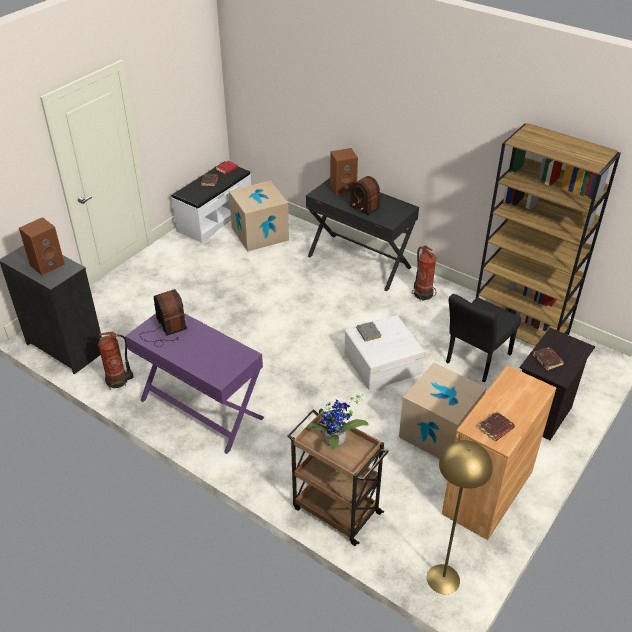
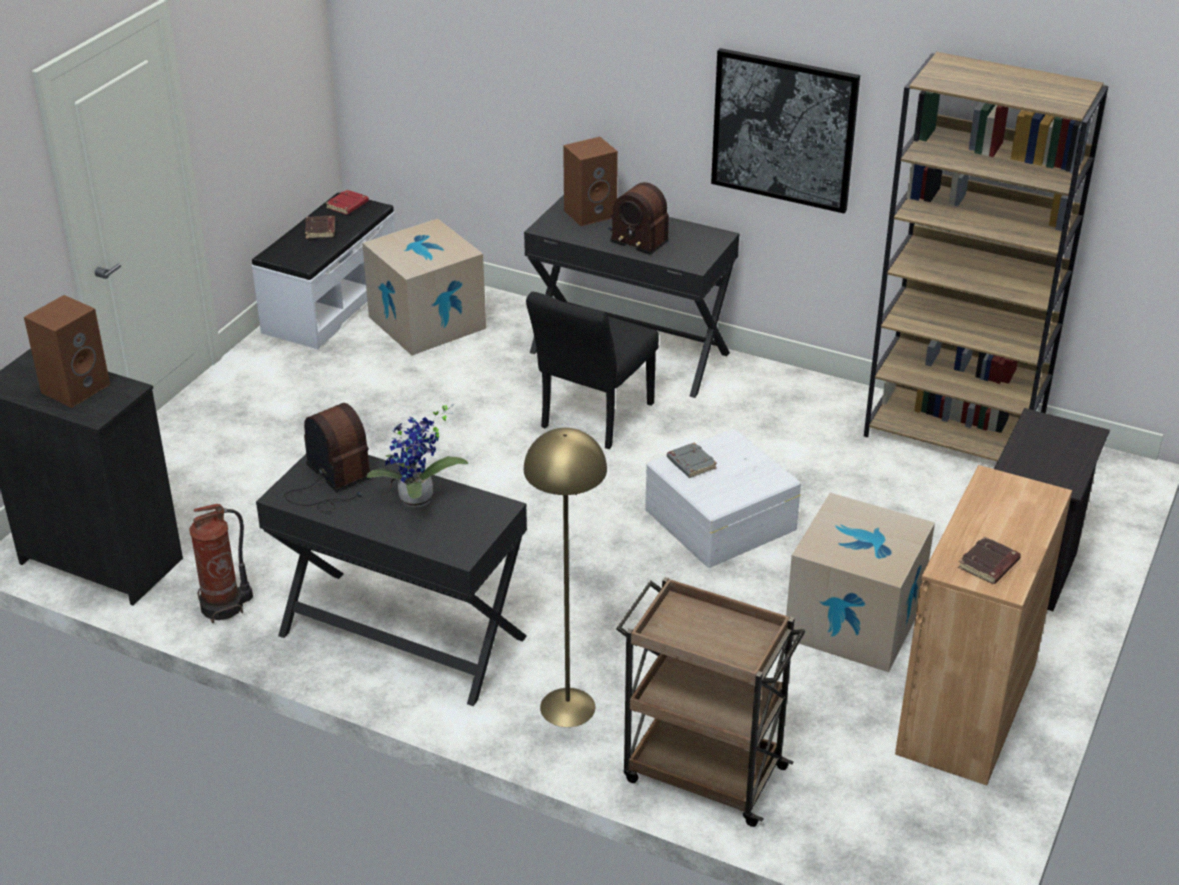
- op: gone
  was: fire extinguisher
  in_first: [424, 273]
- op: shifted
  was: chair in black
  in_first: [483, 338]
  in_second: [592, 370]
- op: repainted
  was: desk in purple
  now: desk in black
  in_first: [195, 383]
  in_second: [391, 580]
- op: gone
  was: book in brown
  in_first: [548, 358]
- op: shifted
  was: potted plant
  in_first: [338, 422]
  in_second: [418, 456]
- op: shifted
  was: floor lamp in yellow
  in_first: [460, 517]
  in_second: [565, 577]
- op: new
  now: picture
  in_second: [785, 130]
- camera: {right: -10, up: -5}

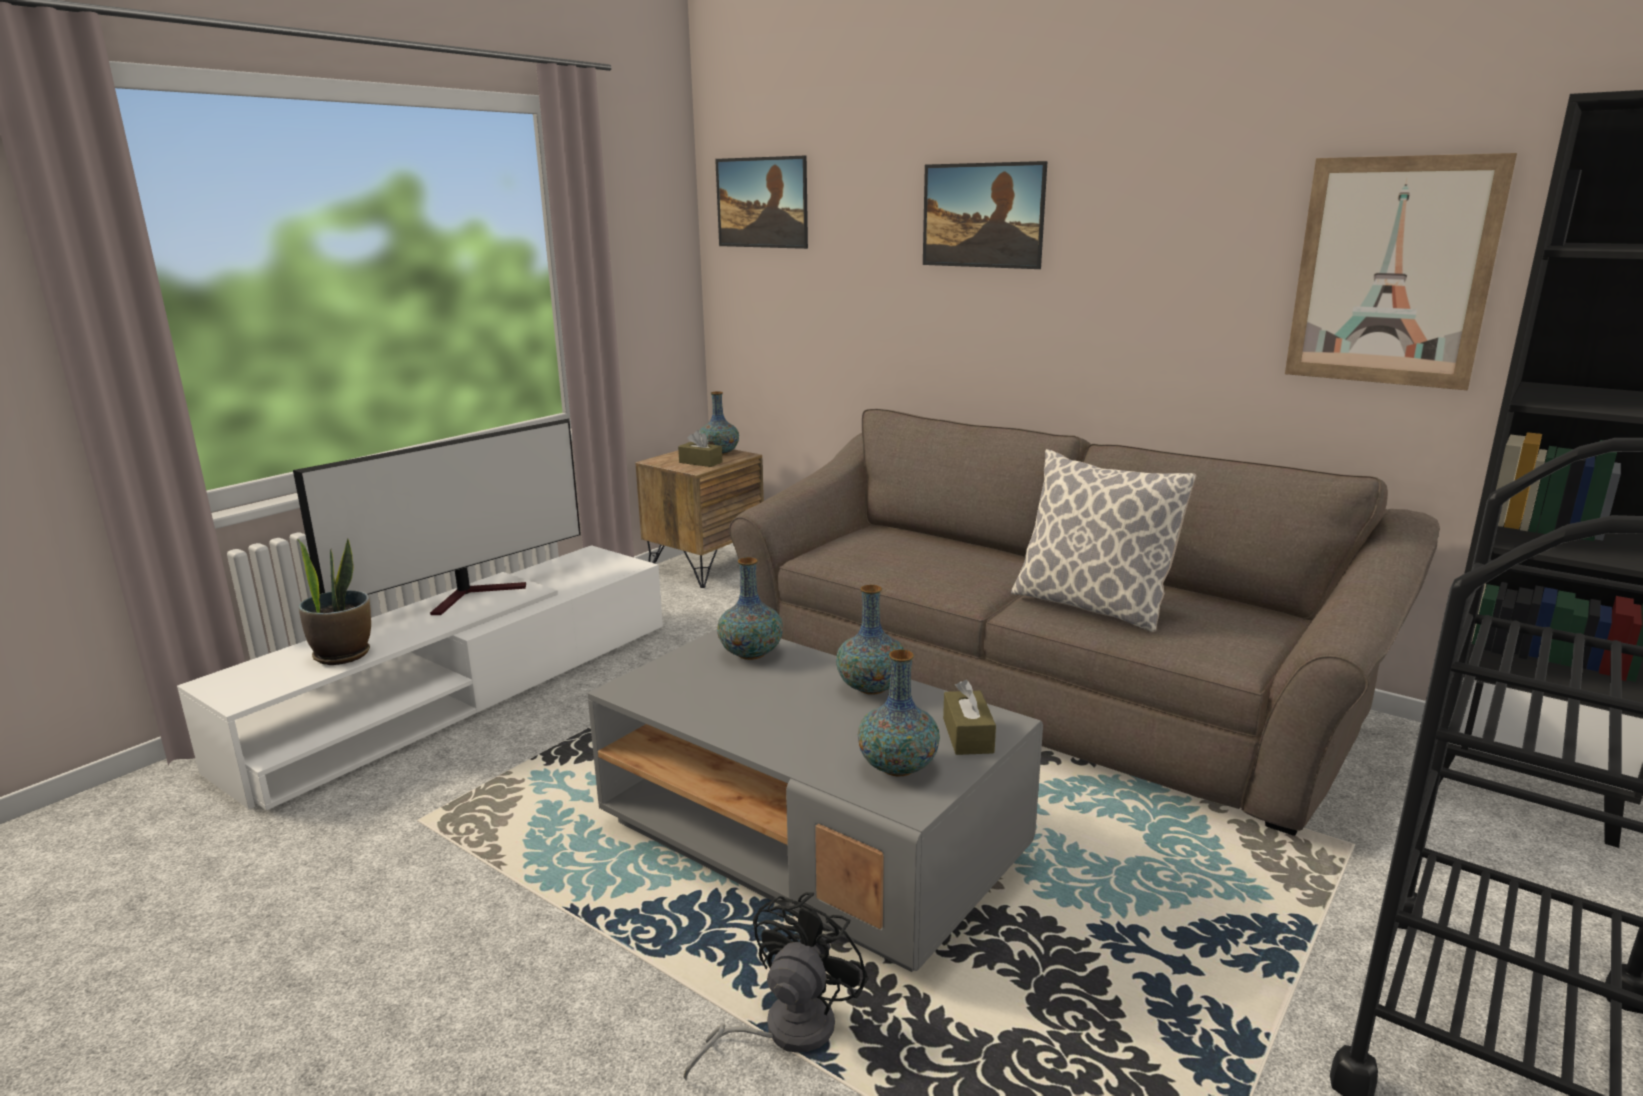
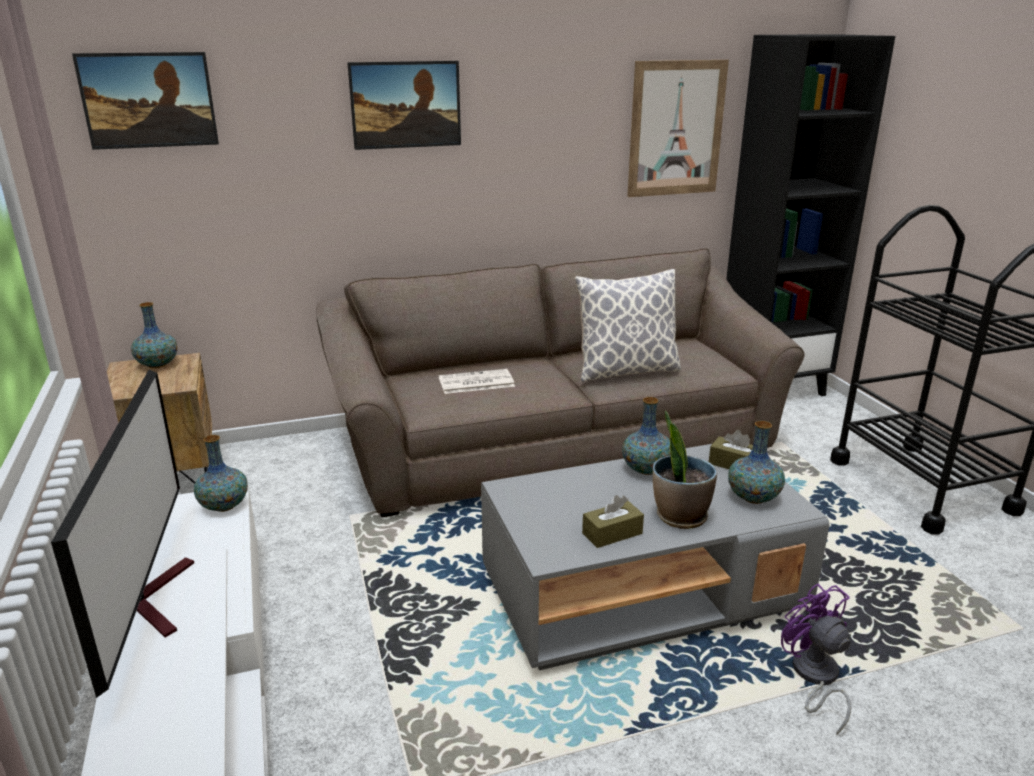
- op: shifted
  was: tissue box in brown
  in_first: [700, 448]
  in_second: [613, 521]
- op: shifted
  was: potted plant
  in_first: [334, 601]
  in_second: [685, 469]
- op: shifted
  was: vase
  in_first: [750, 608]
  in_second: [221, 473]
- op: repainted
  was: fan in black
  now: fan in purple
  in_first: [776, 986]
  in_second: [816, 659]
- op: new
  now: newspaper
  in_second: [477, 381]
- camera: {right: -55, up: 5}

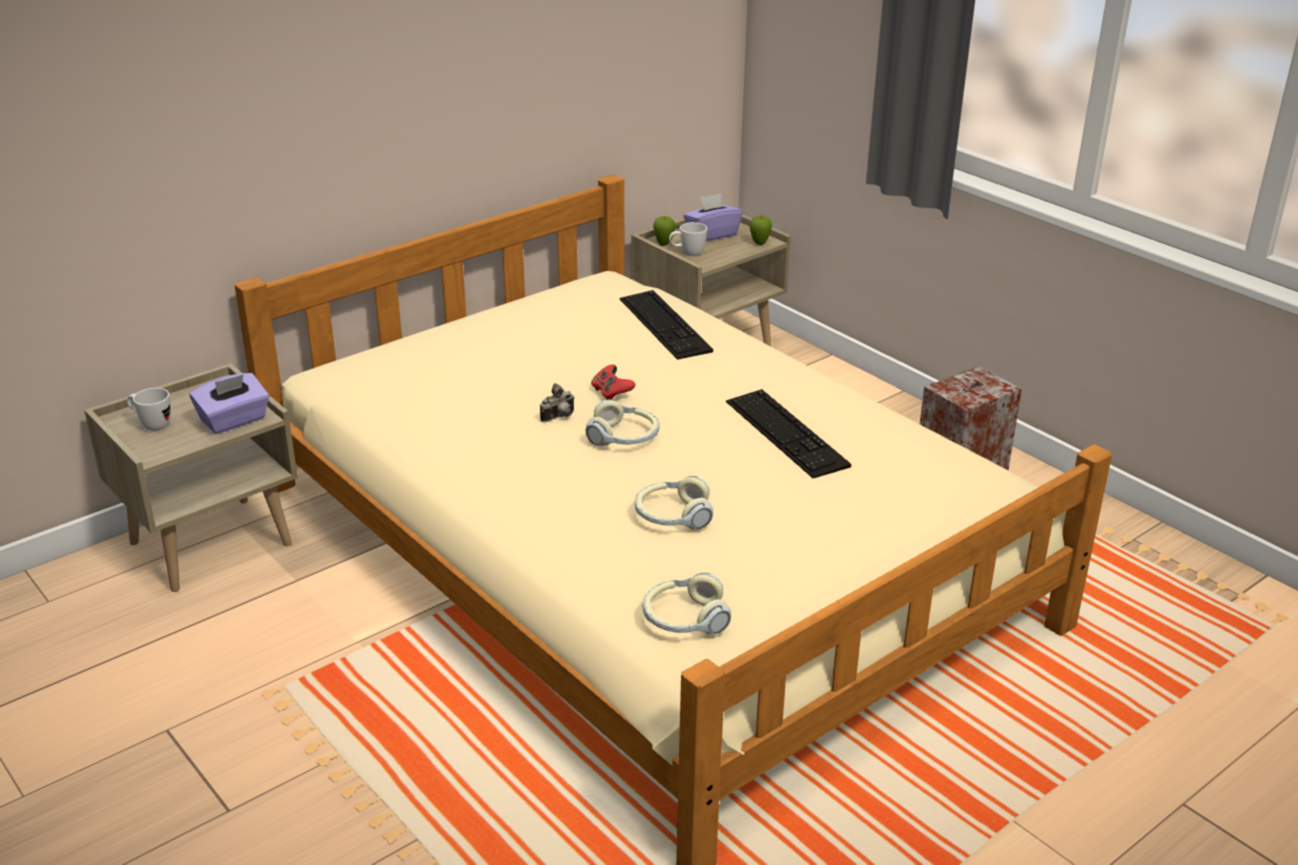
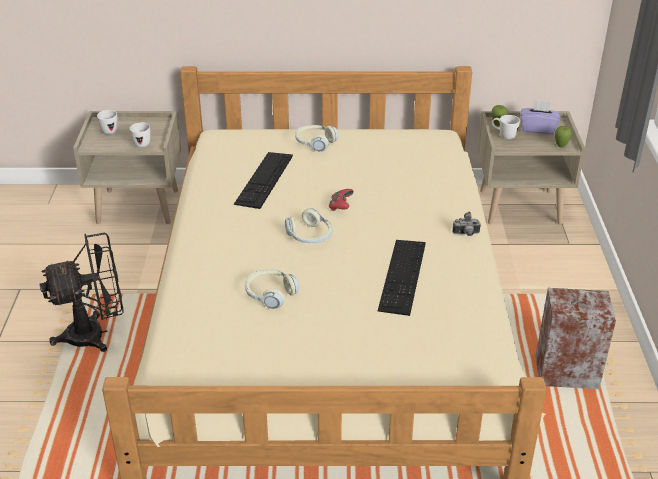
- op: shifted
  was: keyboard
  in_first: [666, 325]
  in_second: [263, 180]
- op: swapped
  was: tissue box in purple
  now: mug in white
  in_first: [229, 403]
  in_second: [140, 135]
- op: shifted
  was: photo camera
  in_first: [557, 402]
  in_second: [466, 223]
- op: shifted
  was: headphones
  in_first: [686, 604]
  in_second: [316, 138]
- op: new
  now: fan in black
  in_second: [82, 292]
- camera: {right: 40, up: 5}

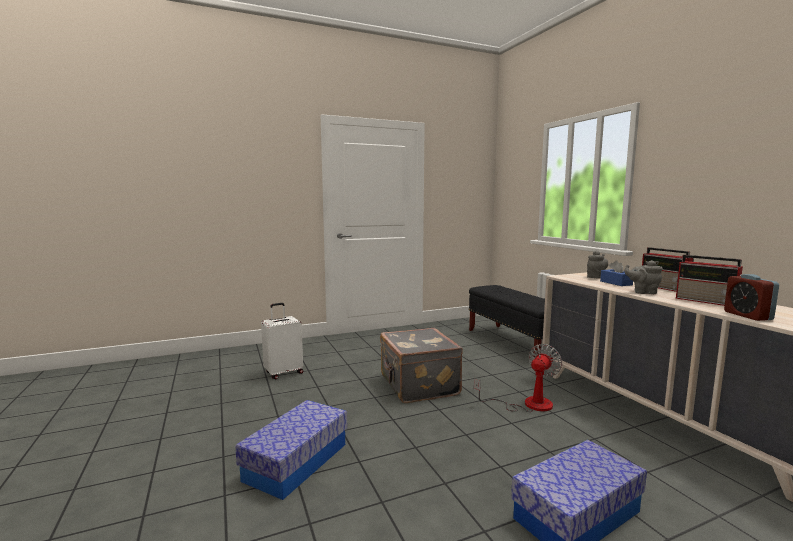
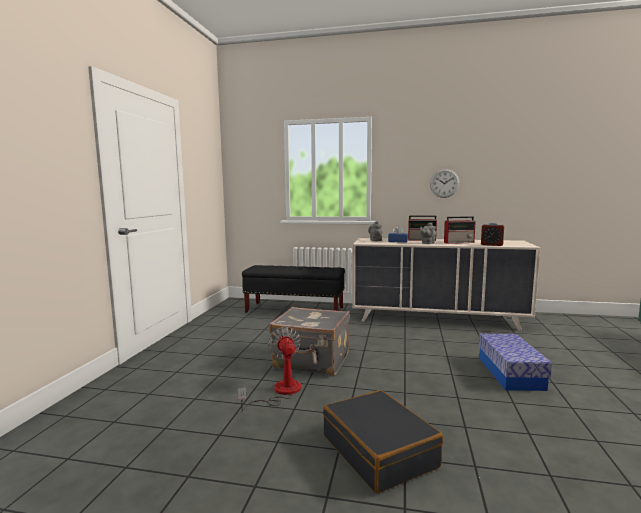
- op: gone
  was: suitcase in white
  in_first: [282, 341]
- op: shifted
  was: fan
  in_first: [518, 378]
  in_second: [269, 369]
- op: swapped
  was: storage box
  now: suitcase in black
  in_first: [291, 450]
  in_second: [383, 441]
- op: new
  now: wall clock
  in_second: [445, 183]
- camera: {right: -55, up: 0}

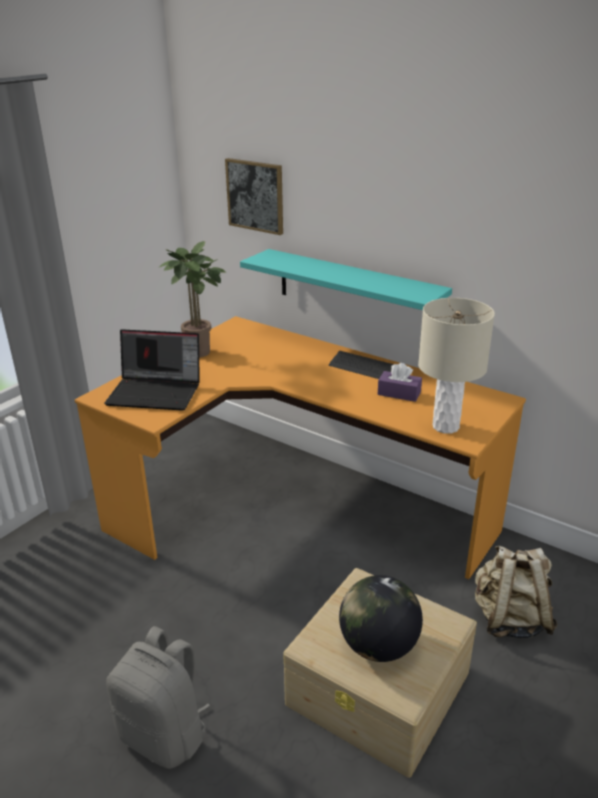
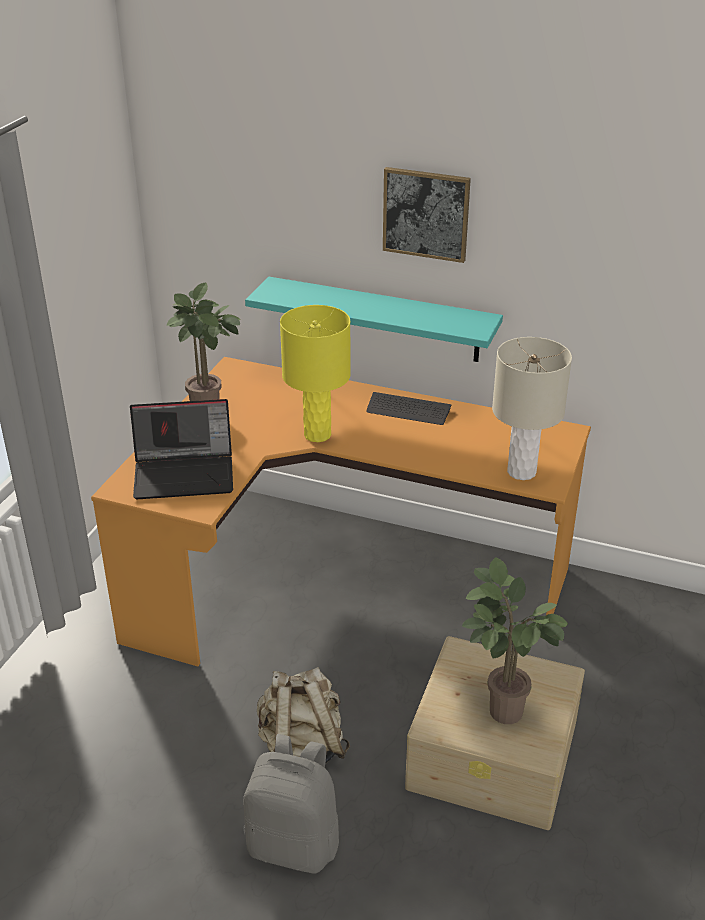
- op: shifted
  was: picture
  in_first: [254, 196]
  in_second: [427, 215]
- op: gone
  was: tissue box in purple
  in_first: [400, 382]
- op: shifted
  was: backpack in beige
  in_first: [516, 592]
  in_second: [303, 715]
- op: swapped
  was: globe
  now: potted plant
  in_first: [381, 618]
  in_second: [515, 641]
- op: new
  now: table lamp in yellow
  in_second: [315, 373]
- camera: {right: -15, up: 5}

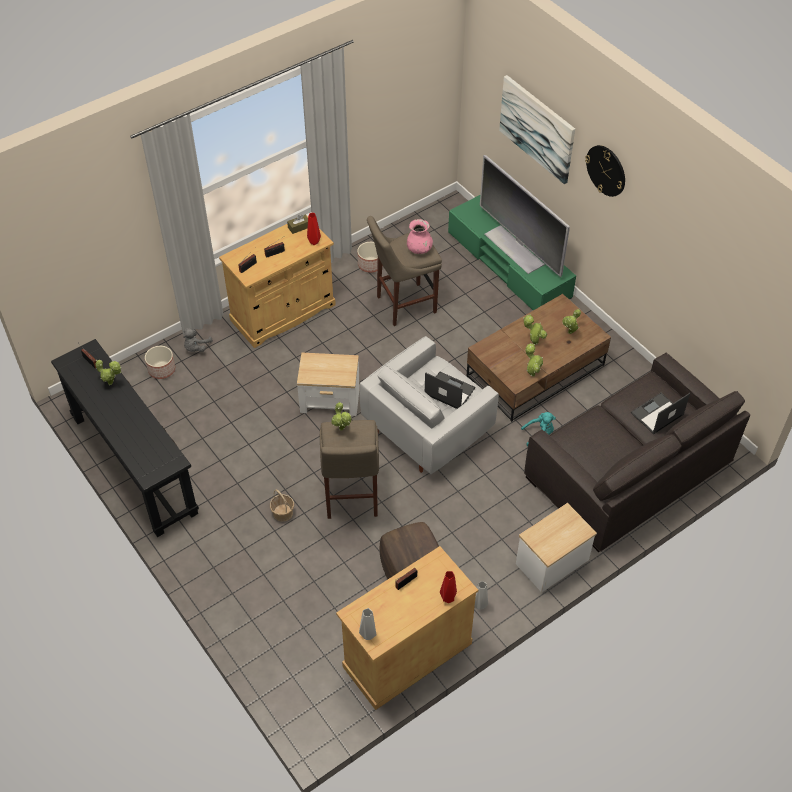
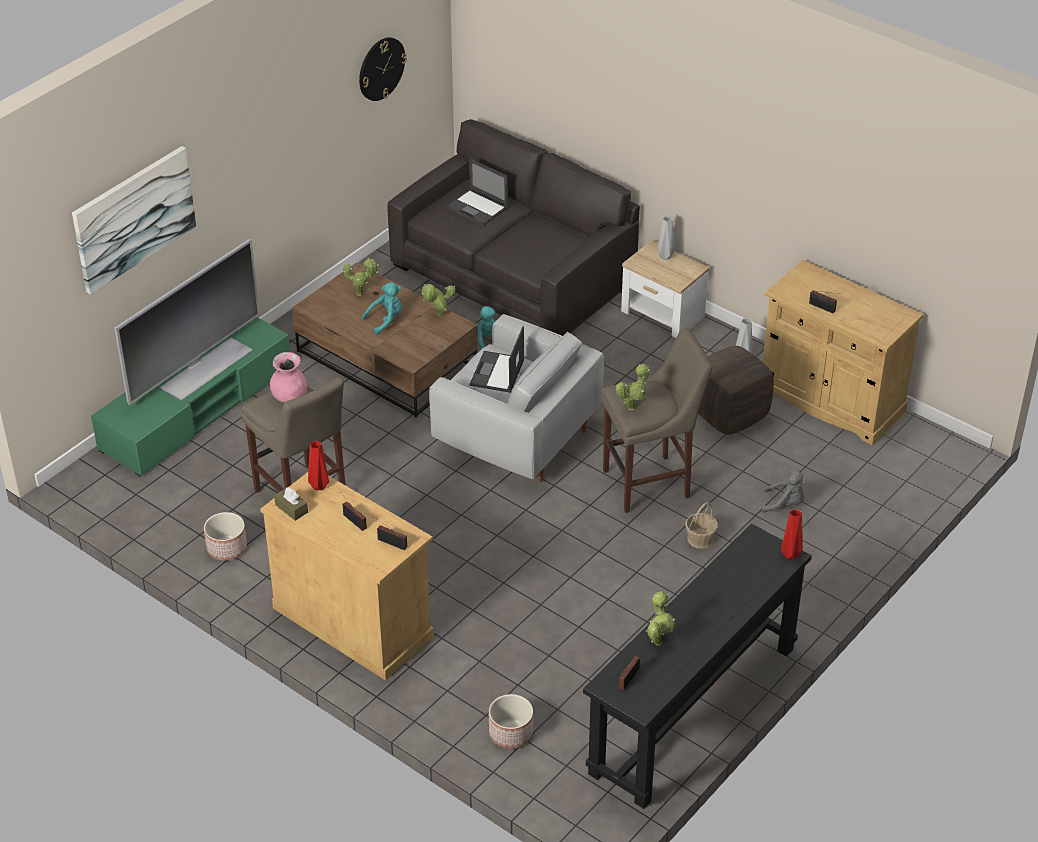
- op: shifted
  was: wall clock
  in_first: [605, 171]
  in_second: [383, 69]
- op: swapped
  was: potted plant
  now: plush toy in turquoise
  in_first: [535, 329]
  in_second: [381, 308]
- op: shifted
  was: plush toy in grey
  in_first: [198, 340]
  in_second: [783, 491]
- op: gone
  was: side table
  in_first: [328, 384]
- op: shifted
  was: vase in red
  in_first: [448, 587]
  in_second: [792, 534]
- op: shifted
  was: vase in grey
  in_first: [368, 624]
  in_second: [666, 238]
- camera: {right: -105, up: -10}

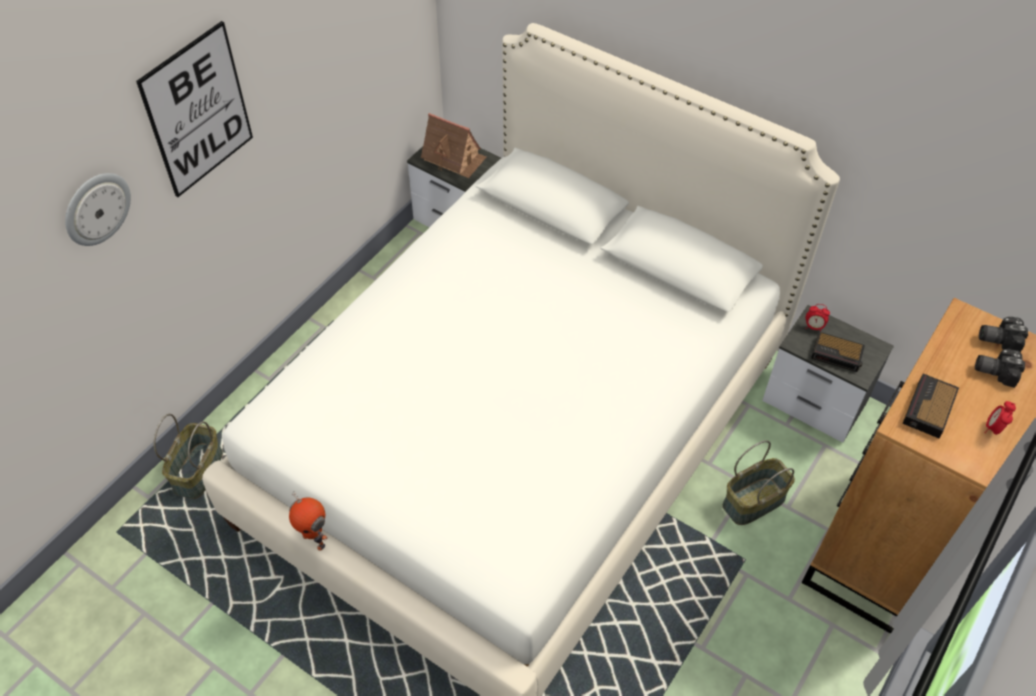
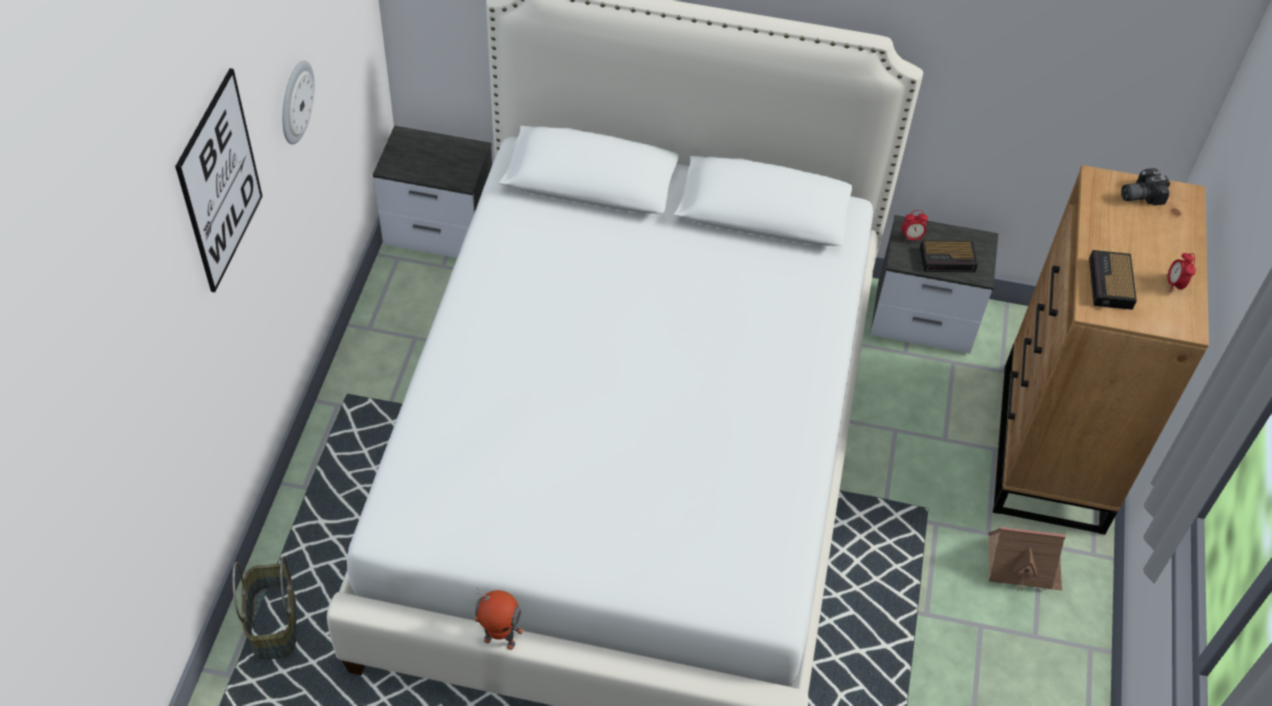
- op: shifted
  was: toy house
  in_first: [453, 145]
  in_second: [1027, 559]
- op: shifted
  was: wall clock
  in_first: [98, 209]
  in_second: [298, 102]
- op: gone
  was: photo camera
  in_first: [1000, 368]
- op: gone
  was: basket
  in_first: [759, 482]
- camera: {right: -25, up: 0}

